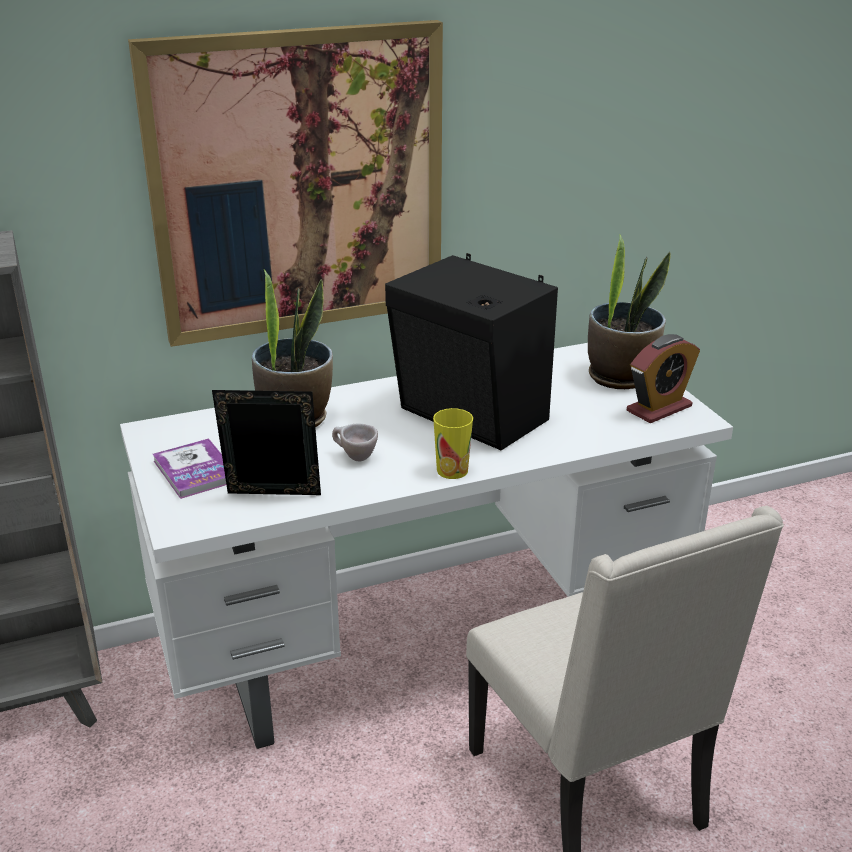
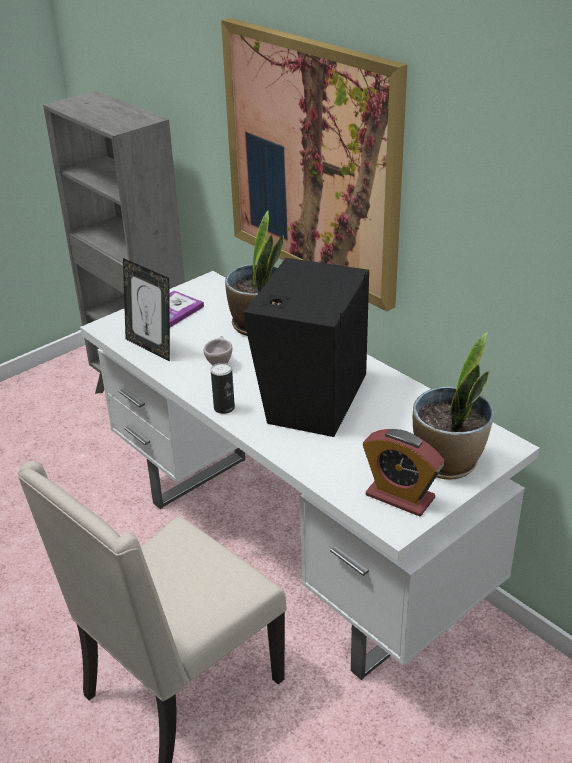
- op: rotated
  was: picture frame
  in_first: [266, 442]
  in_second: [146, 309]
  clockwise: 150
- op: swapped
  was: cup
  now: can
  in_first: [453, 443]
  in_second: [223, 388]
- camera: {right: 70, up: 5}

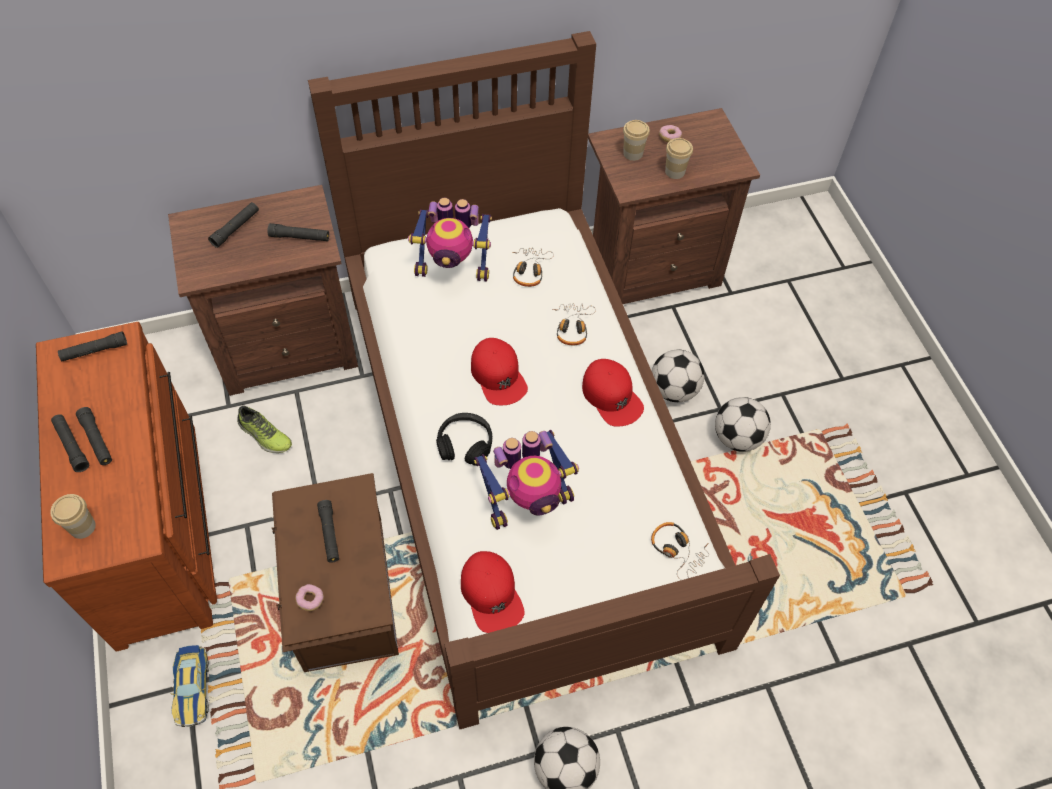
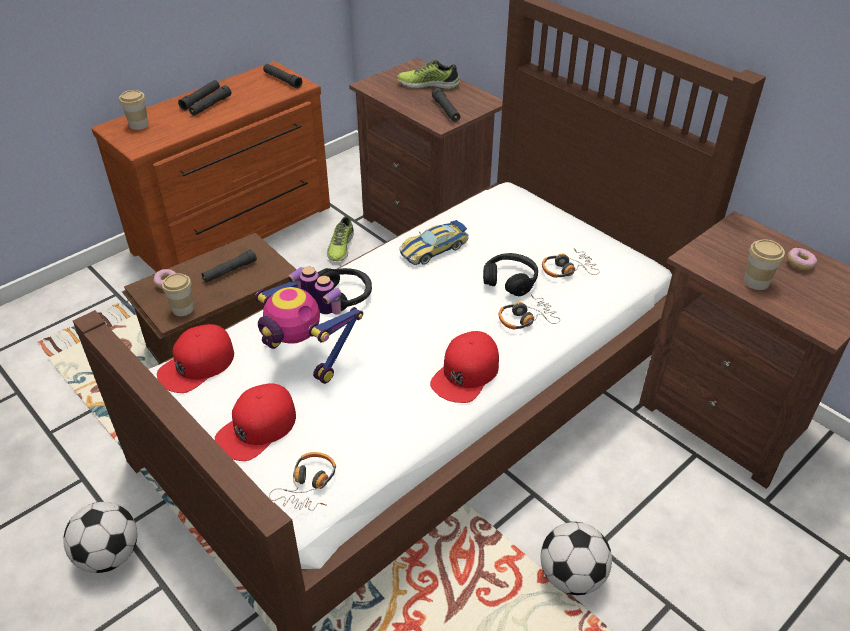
- op: shifted
  was: cup
  in_first: [636, 140]
  in_second: [178, 294]
- op: gone
  was: toy robot
  in_first: [450, 239]
- op: swapped
  was: flashlight in black
  now: shoe
  in_first: [233, 225]
  in_second: [428, 74]
- op: shifted
  was: cap in red
  in_first: [499, 371]
  in_second: [255, 422]
- op: gone
  was: football
  in_first: [678, 376]
- op: shifted
  was: toy car
  in_first: [189, 686]
  in_second: [434, 242]
- op: new
  now: headphones in black
  in_second: [510, 274]
- camera: {right: 65, up: -15}

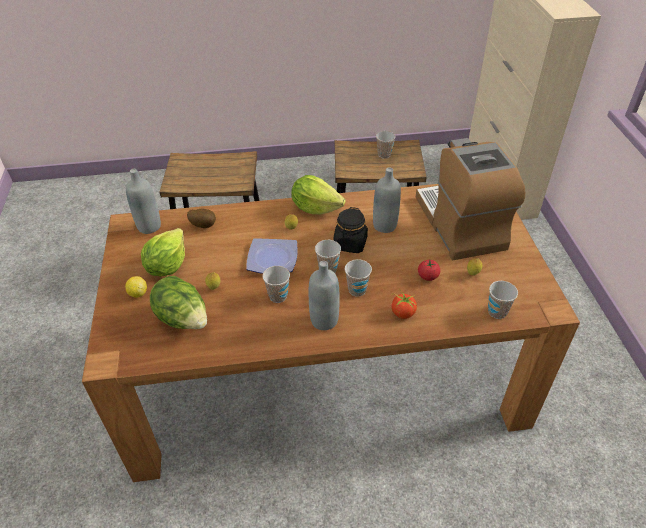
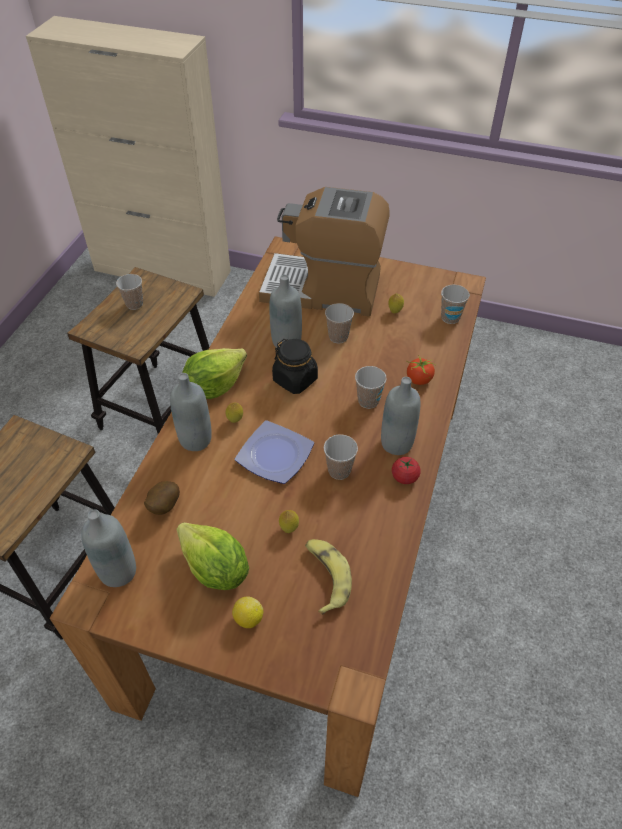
- op: shifted
  was: cup
  in_first: [328, 256]
  in_second: [339, 323]
- op: shifted
  was: tomato
  in_first: [429, 270]
  in_second: [406, 470]
- op: swapped
  was: lettuce
  now: banana
  in_first: [178, 302]
  in_second: [328, 577]
- op: new
  now: bottle in grey
  in_second: [191, 412]
- camera: {right: -65, up: 5}

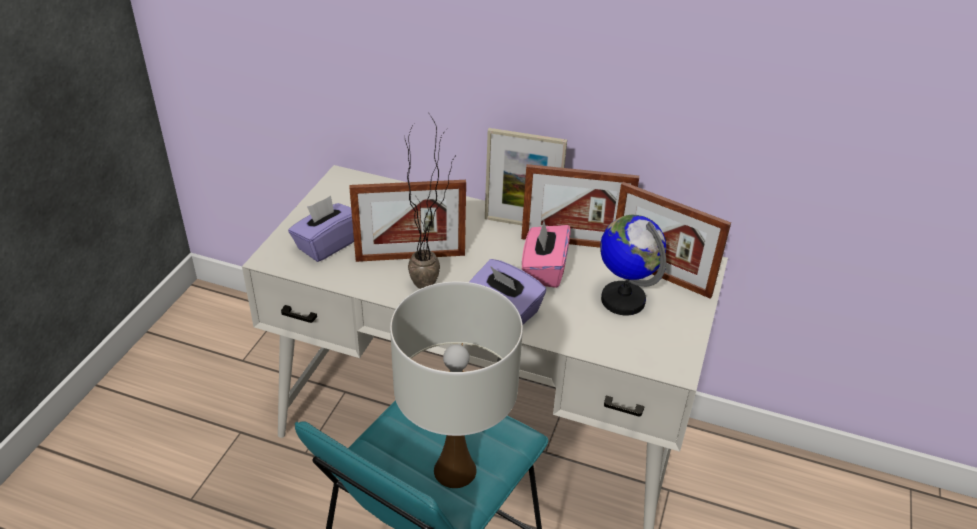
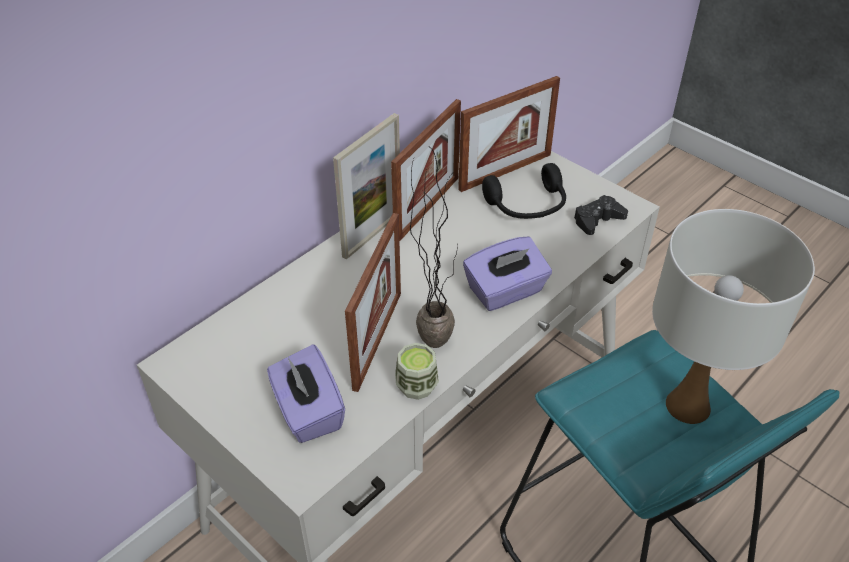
- op: swapped
  was: globe
  now: headphones in black
  in_first: [633, 265]
  in_second: [524, 191]
- op: gone
  was: tissue box in pink
  in_first: [546, 254]
- op: new
  now: game controller in black
  in_second: [601, 215]
- op: new
  now: cup
  in_second: [417, 371]
- camera: {right: -65, up: 5}

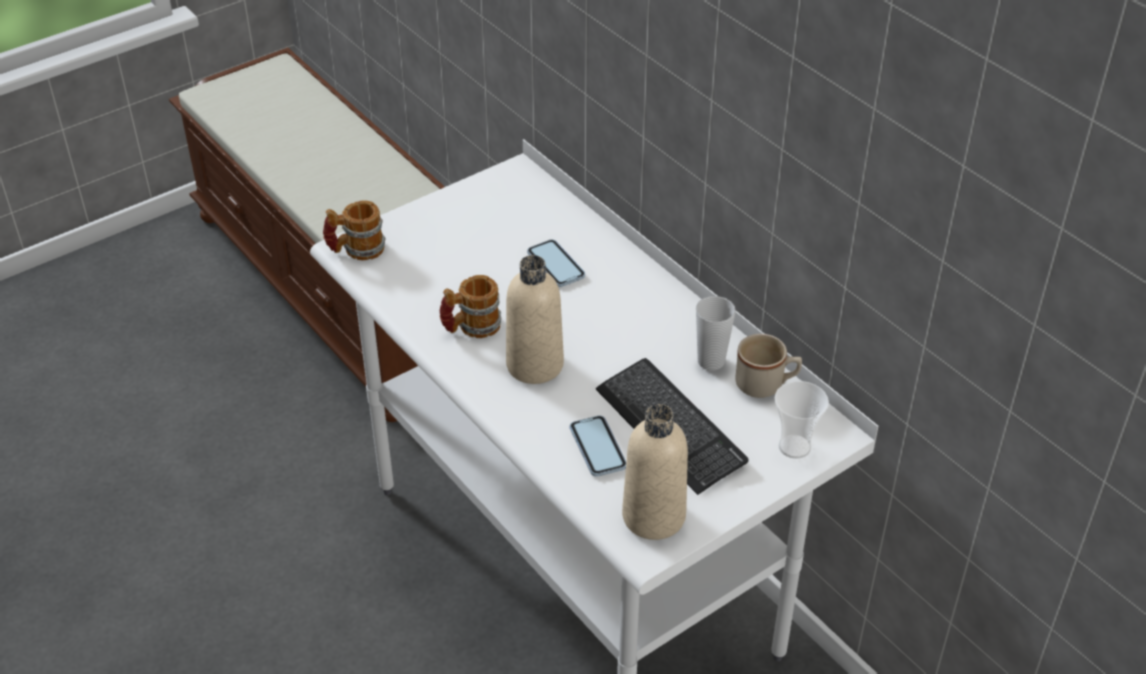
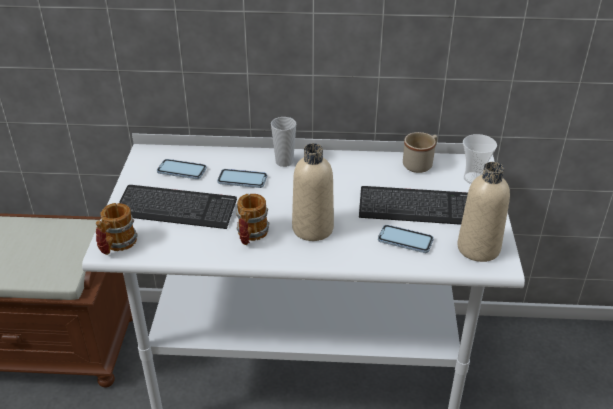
- op: shifted
  was: cup
  in_first: [716, 333]
  in_second: [283, 142]
- op: new
  now: phone
  in_second: [182, 169]
- op: new
  now: keyboard
  in_second: [178, 207]
- camera: {right: -50, up: -5}

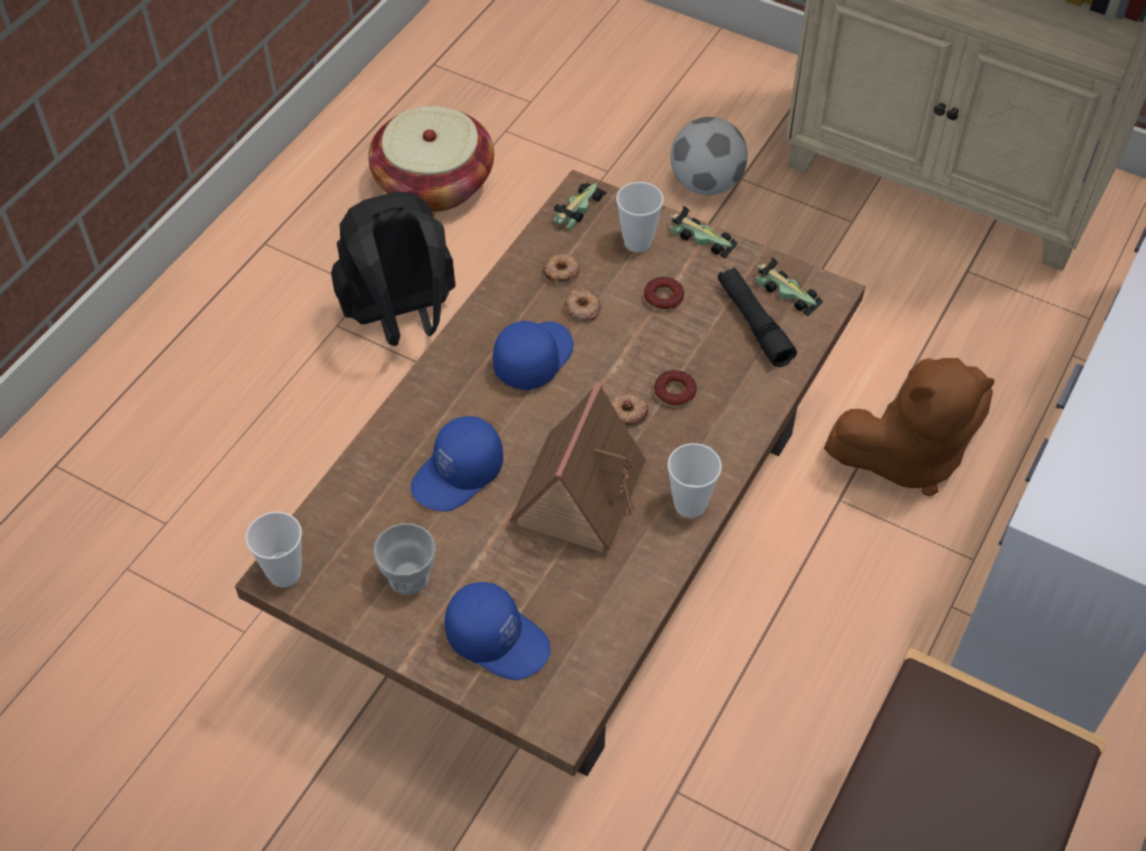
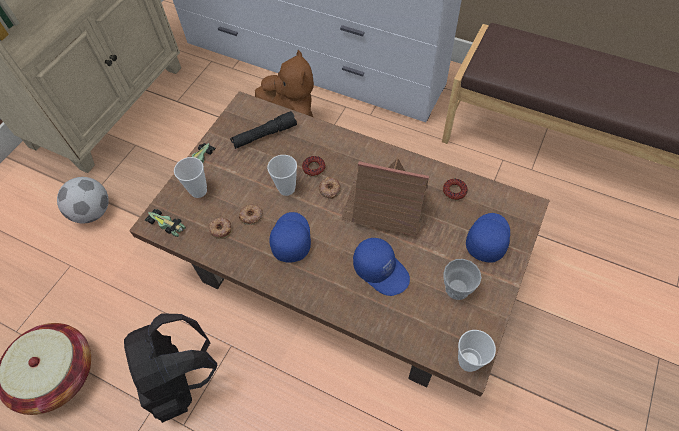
- op: gone
  was: toy car
  in_first: [789, 287]
- op: shifted
  was: donut
  in_first: [664, 294]
  in_second: [455, 189]
- op: rotated
  was: cap in blue
  in_first: [533, 355]
  in_second: [290, 237]
  clockwise: 60
- op: shifted
  was: cup
  in_first: [694, 480]
  in_second: [282, 175]
- camera: {right: -90, up: 5}

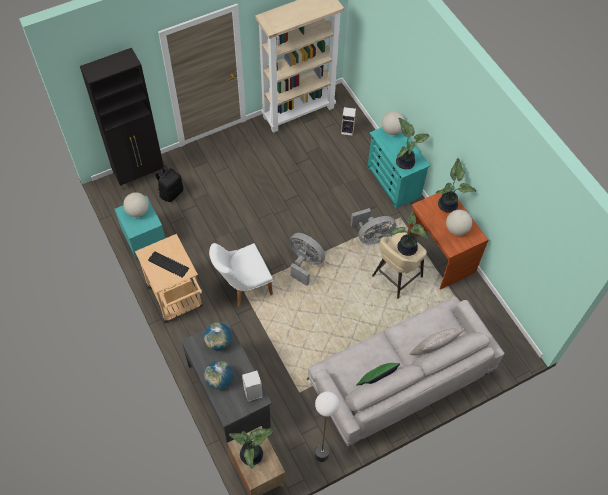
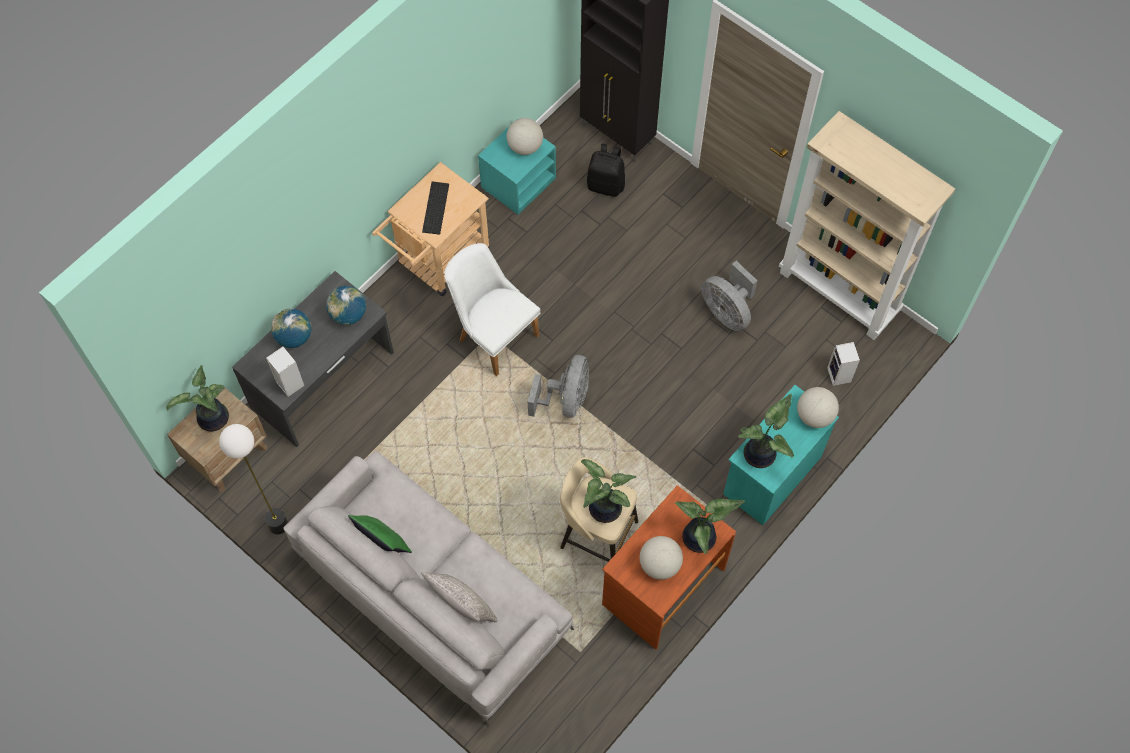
- op: shifted
  was: fan in grey
  in_first: [373, 226]
  in_second: [729, 296]
- camera: {right: 70, up: 5}

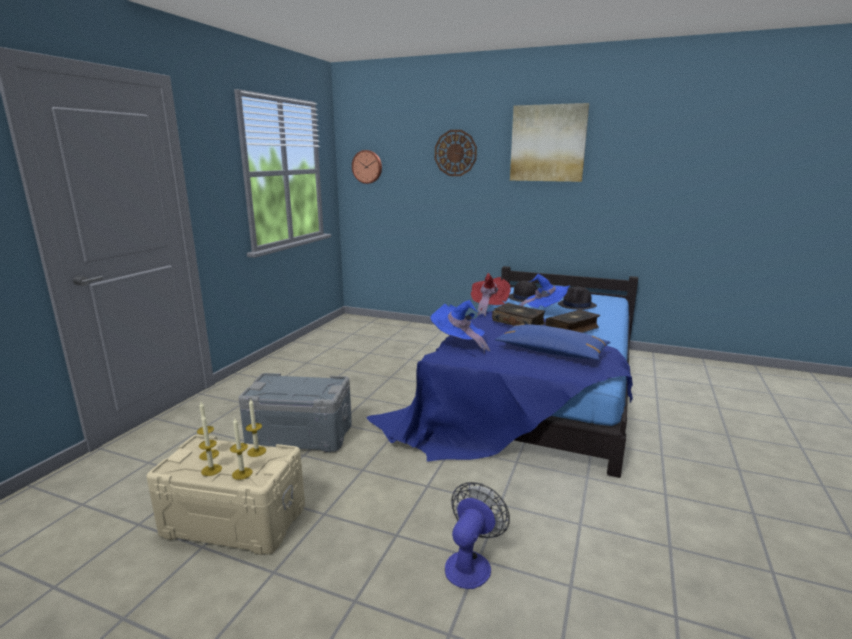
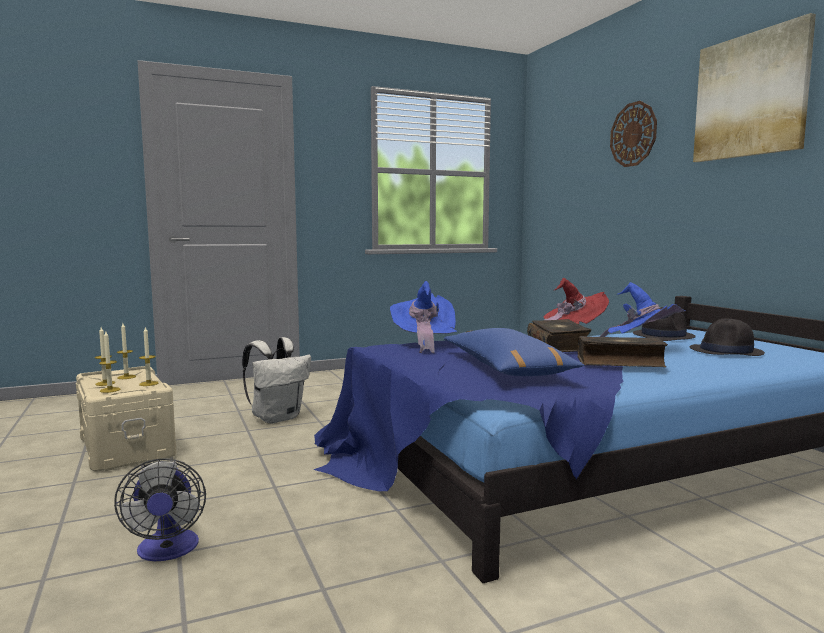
- op: gone
  was: wall clock
  in_first: [367, 167]
- op: swapped
  was: storage box in grey
  now: backpack in white
  in_first: [295, 412]
  in_second: [276, 380]
- op: rotated
  was: fan
  in_first: [477, 535]
  in_second: [160, 509]
  clockwise: 90
- camera: {right: 45, up: -10}

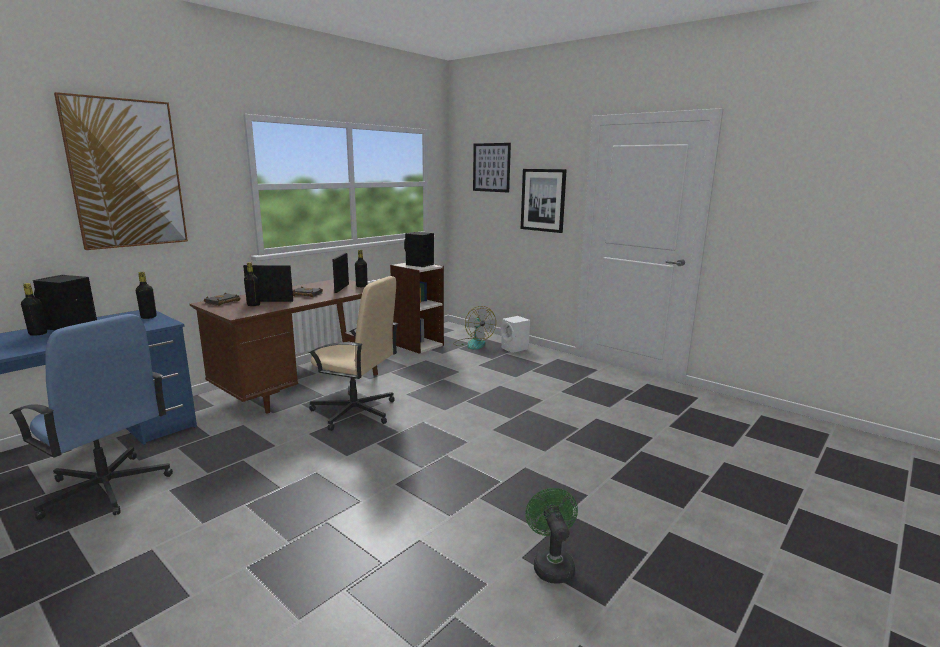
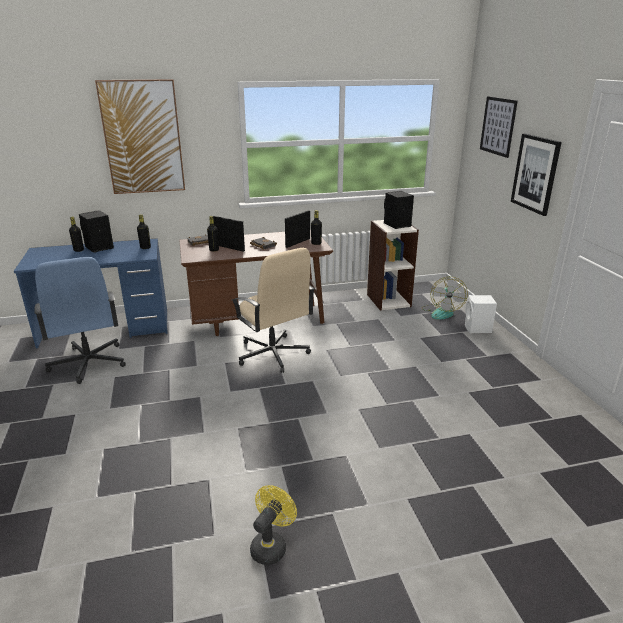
- op: repainted
  was: fan in green
  now: fan in yellow
  in_first: [551, 535]
  in_second: [273, 525]
- camera: {right: 35, up: 10}

